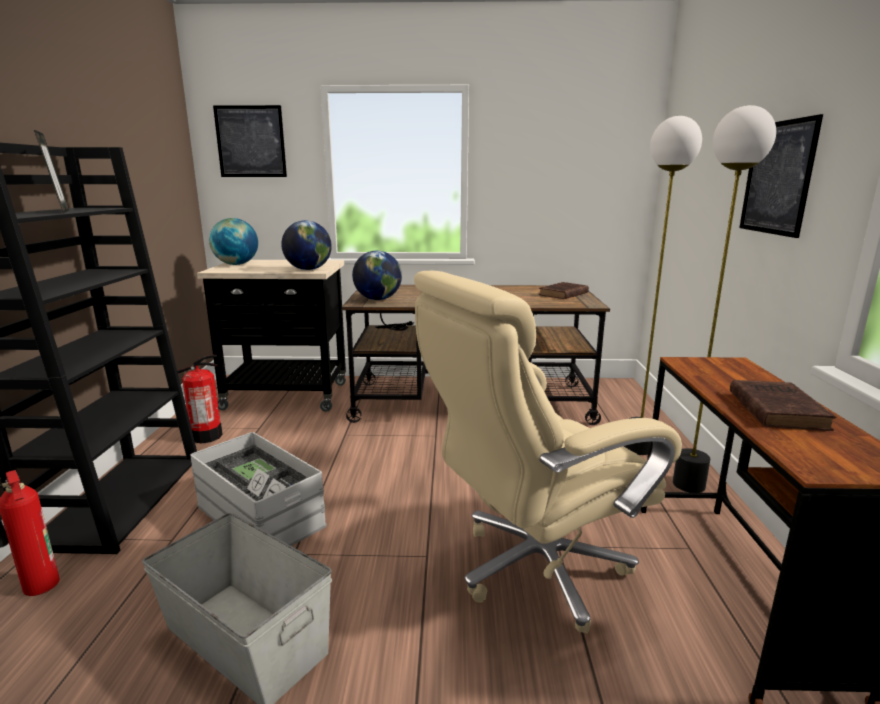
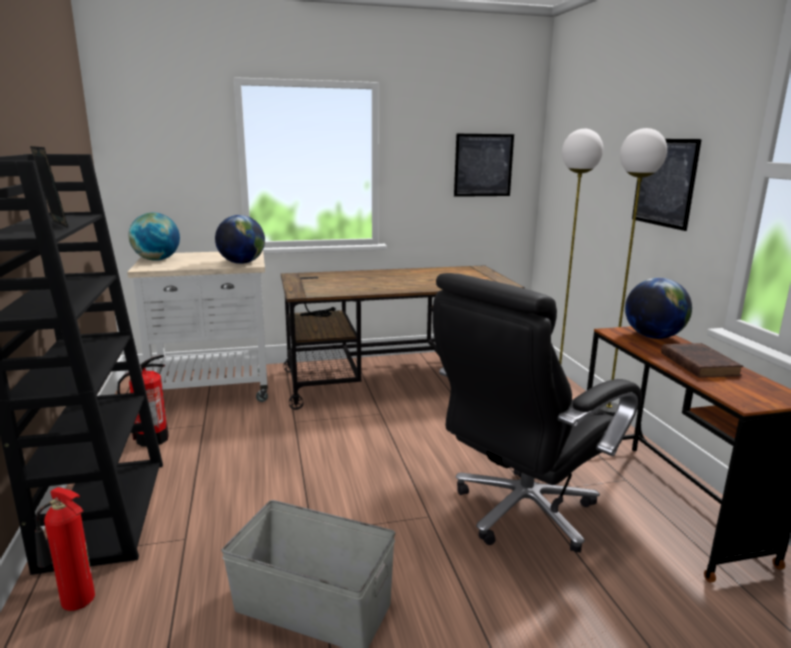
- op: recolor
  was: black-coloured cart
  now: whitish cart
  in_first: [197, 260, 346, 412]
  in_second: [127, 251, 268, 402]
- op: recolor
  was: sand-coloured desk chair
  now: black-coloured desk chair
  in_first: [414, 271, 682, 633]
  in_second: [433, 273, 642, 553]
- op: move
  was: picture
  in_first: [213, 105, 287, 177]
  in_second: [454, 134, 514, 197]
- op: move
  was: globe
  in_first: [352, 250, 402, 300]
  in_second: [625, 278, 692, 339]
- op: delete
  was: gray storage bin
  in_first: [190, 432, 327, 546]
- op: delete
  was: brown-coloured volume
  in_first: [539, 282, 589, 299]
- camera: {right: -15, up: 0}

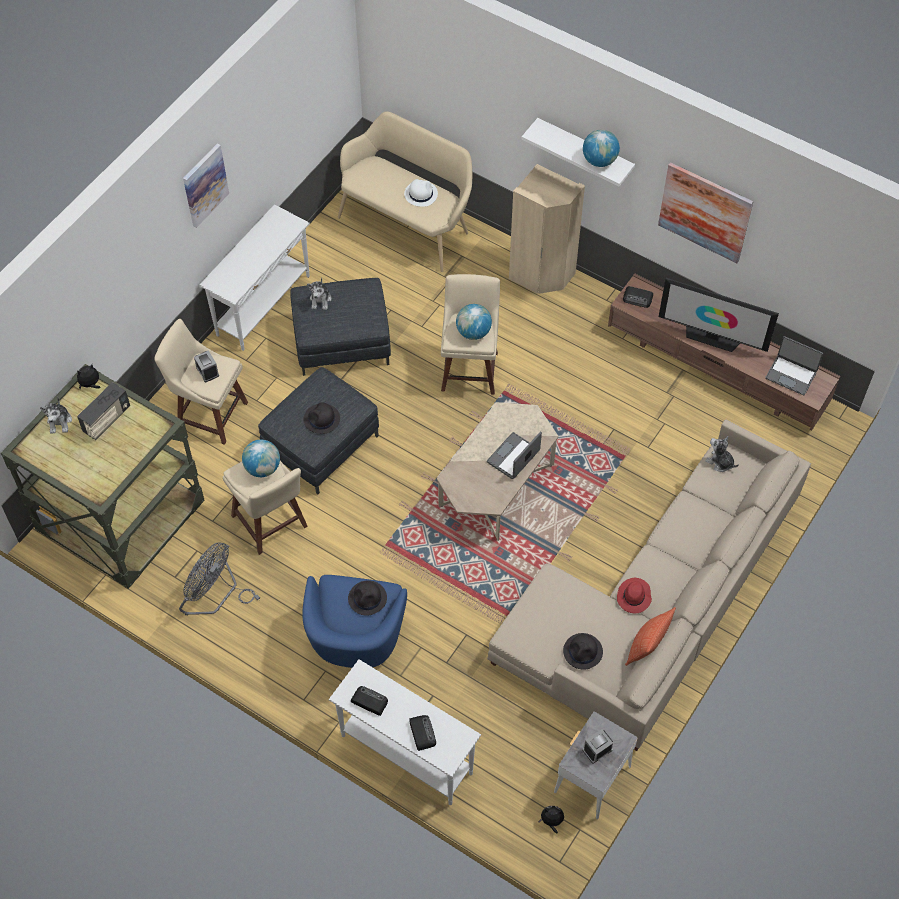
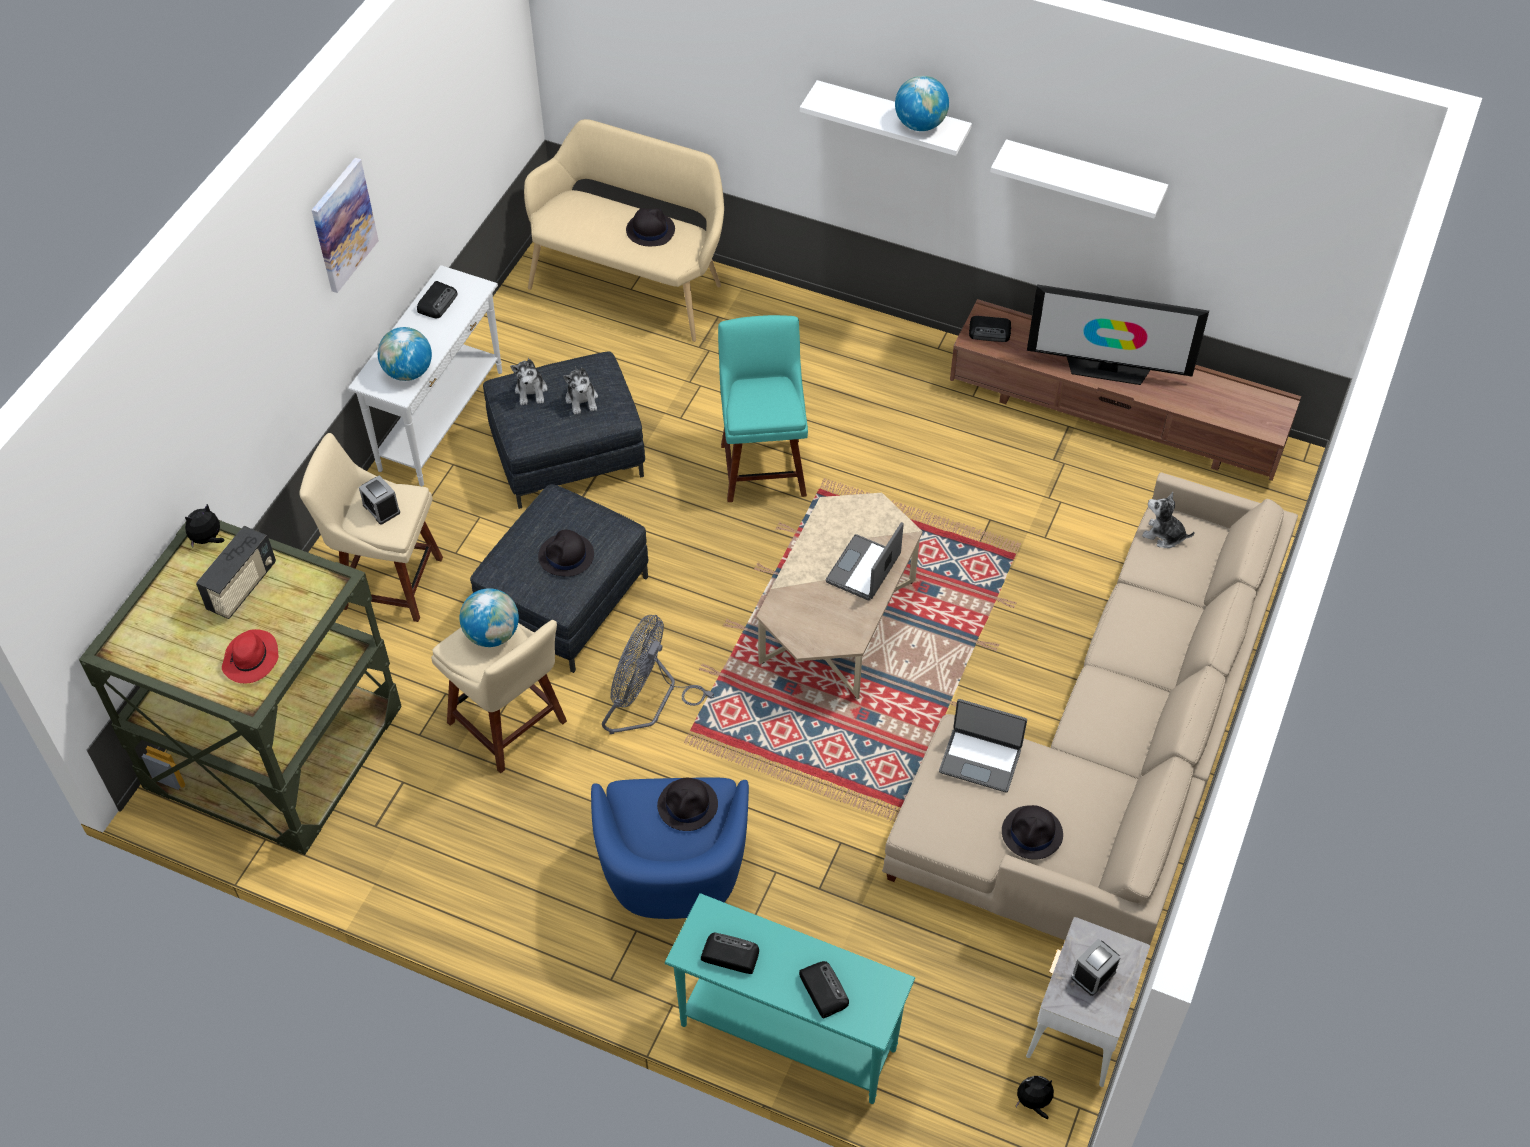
- op: move
  was: reddish wearable hat
  in_first: [617, 578, 652, 613]
  in_second: [222, 629, 278, 684]
- op: move
  was: globe
  in_first: [456, 304, 492, 340]
  in_second: [378, 327, 432, 381]
- op: insert
  now: radio
  in_second: [417, 281, 457, 318]
- op: move
  was: plush toy
  in_first: [40, 397, 72, 433]
  in_second: [563, 367, 598, 415]
- op: move
  was: gray cooling fan
  in_first: [179, 542, 260, 615]
  in_second: [602, 615, 715, 734]
- op: recolor
  was: whitish wearable hat
  now: black-coloured wearable hat
  in_first: [404, 179, 438, 207]
  in_second: [626, 208, 675, 246]
- op: recolor
  was: whitish console table
  now: turquoise console table
  in_first: [329, 659, 481, 805]
  in_second: [665, 893, 915, 1104]
- op: recolor
  was: sand-coloured stool seat
  now: turquoise stool seat
  in_first: [441, 274, 500, 395]
  in_second: [718, 315, 808, 502]
- op: move
  was: notebook computer
  in_first: [765, 336, 823, 395]
  in_second: [939, 699, 1027, 793]
- op: replace
  was: picture
  now: whitish wall shelf
  in_first: [658, 162, 753, 263]
  in_second: [991, 139, 1168, 219]
- op: delete
  was: sand-coloured cupboard
  in_first: [509, 164, 585, 294]
- op: delete
  was: orange-coloured throw pillow
  in_first: [625, 607, 676, 666]
- camera: {right: -10, up: -5}

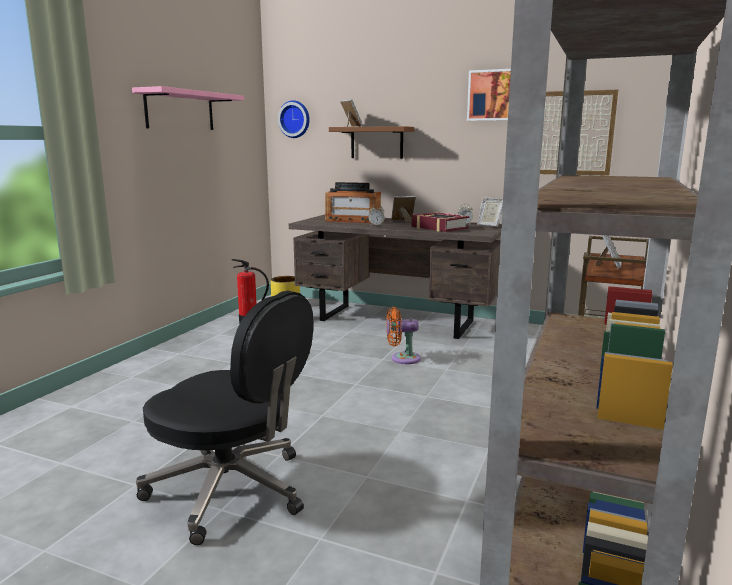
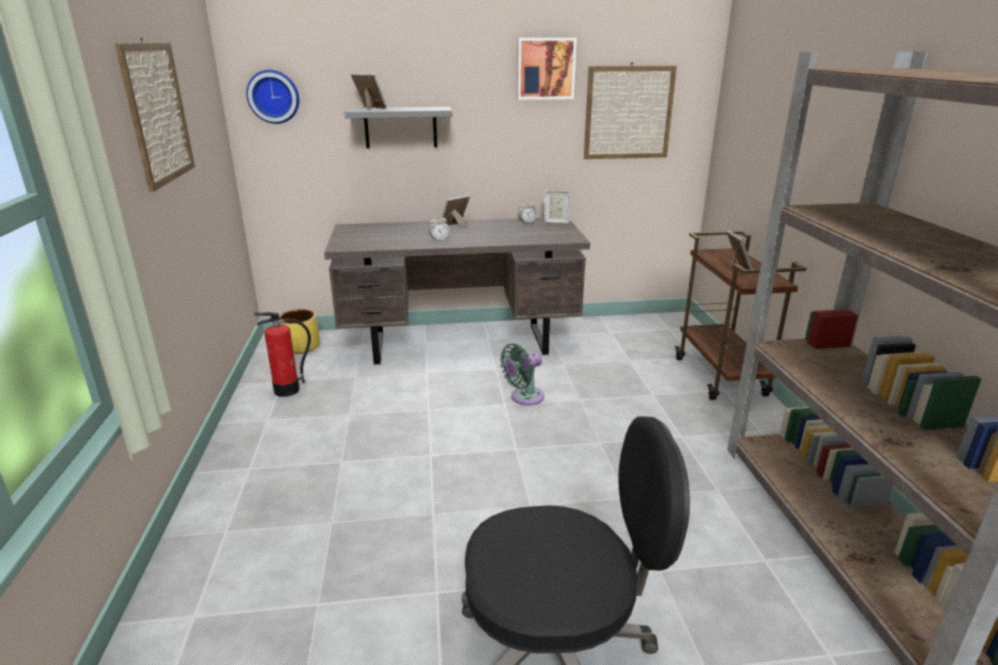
- op: replace
  was: pinkish wall shelf
  now: picture
  in_first: [132, 86, 244, 130]
  in_second: [115, 37, 195, 192]
- op: recolor
  was: brown-coloured wall shelf
  now: gray wall shelf
  in_first: [329, 126, 414, 159]
  in_second: [345, 107, 453, 148]
- op: recolor
  was: orange-coloured cooling fan
  now: greenish cooling fan
  in_first: [386, 307, 421, 364]
  in_second: [500, 344, 544, 405]
- op: delete
  was: radio
  in_first: [325, 182, 381, 223]
- op: delete
  was: volume
  in_first: [412, 212, 469, 232]
- camera: {right: -30, up: 10}

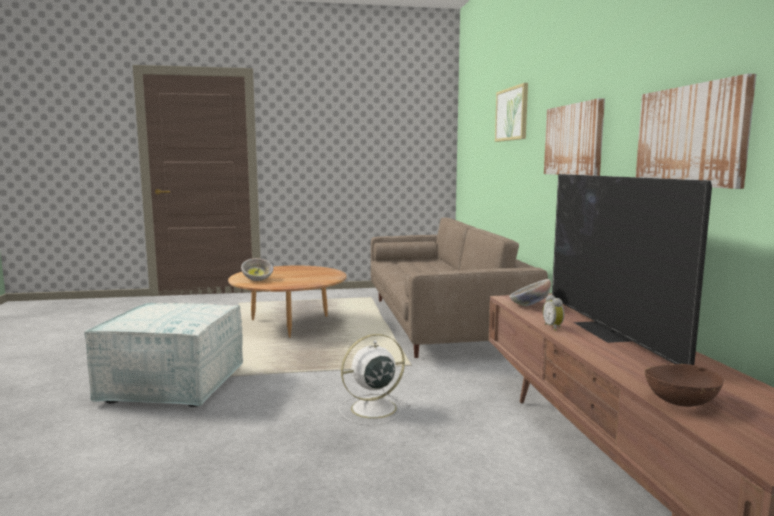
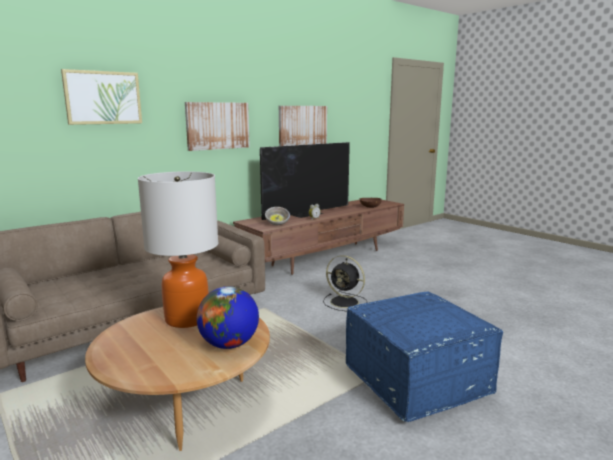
- op: insert
  now: table lamp
  in_second: [138, 171, 218, 328]
- op: replace
  was: bowl
  now: globe
  in_first: [241, 258, 273, 281]
  in_second: [197, 286, 259, 349]
- op: recolor
  was: whitish cooling fan
  now: black-coloured cooling fan
  in_first: [339, 334, 411, 426]
  in_second: [323, 255, 367, 311]
- op: recolor
  was: whitish footrest
  now: blue-coloured footrest
  in_first: [84, 303, 243, 407]
  in_second: [346, 291, 503, 422]
- camera: {right: -120, up: 5}

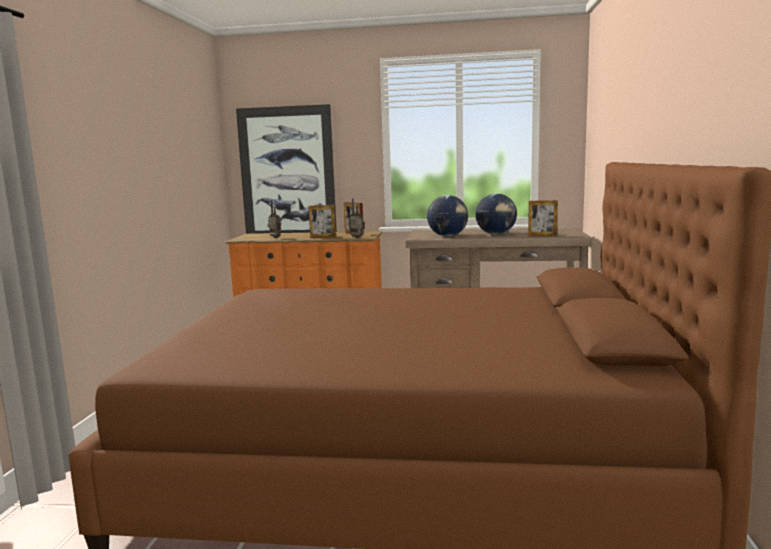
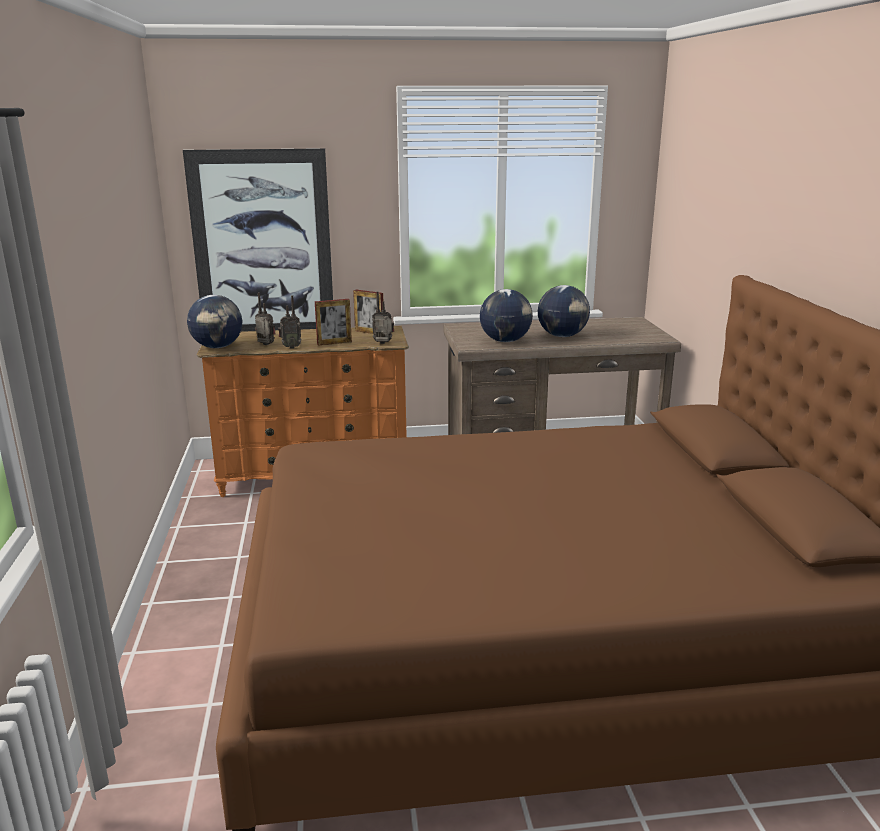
- op: insert
  now: globe
  in_second: [187, 295, 242, 348]
- op: insert
  now: radio
  in_second: [278, 295, 301, 349]
- op: delete
  was: standing frame
  in_first: [528, 200, 558, 236]
- camera: {right: -15, up: 10}

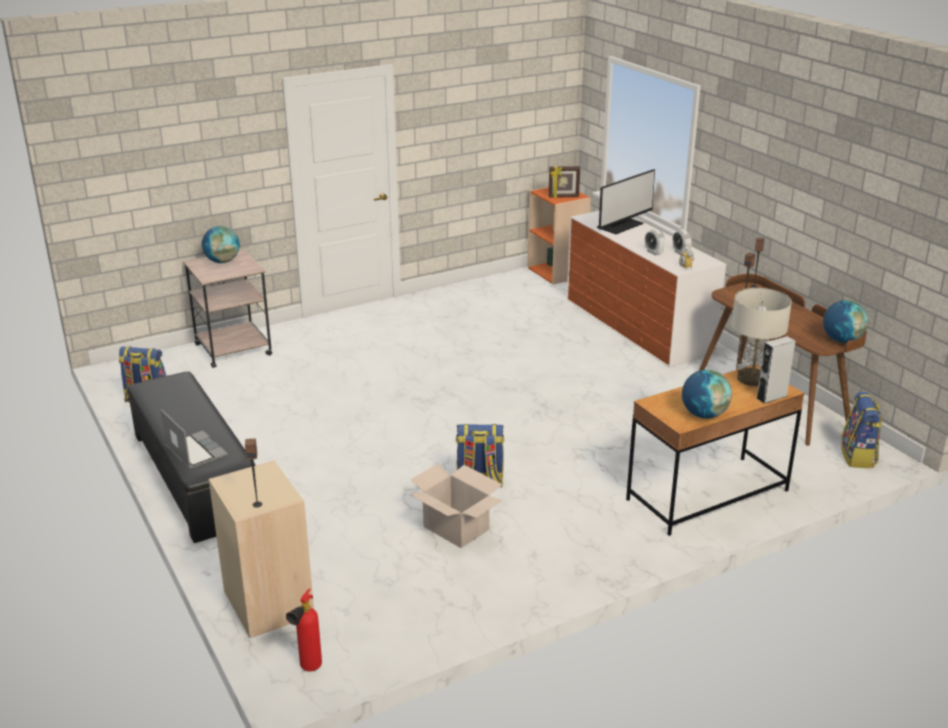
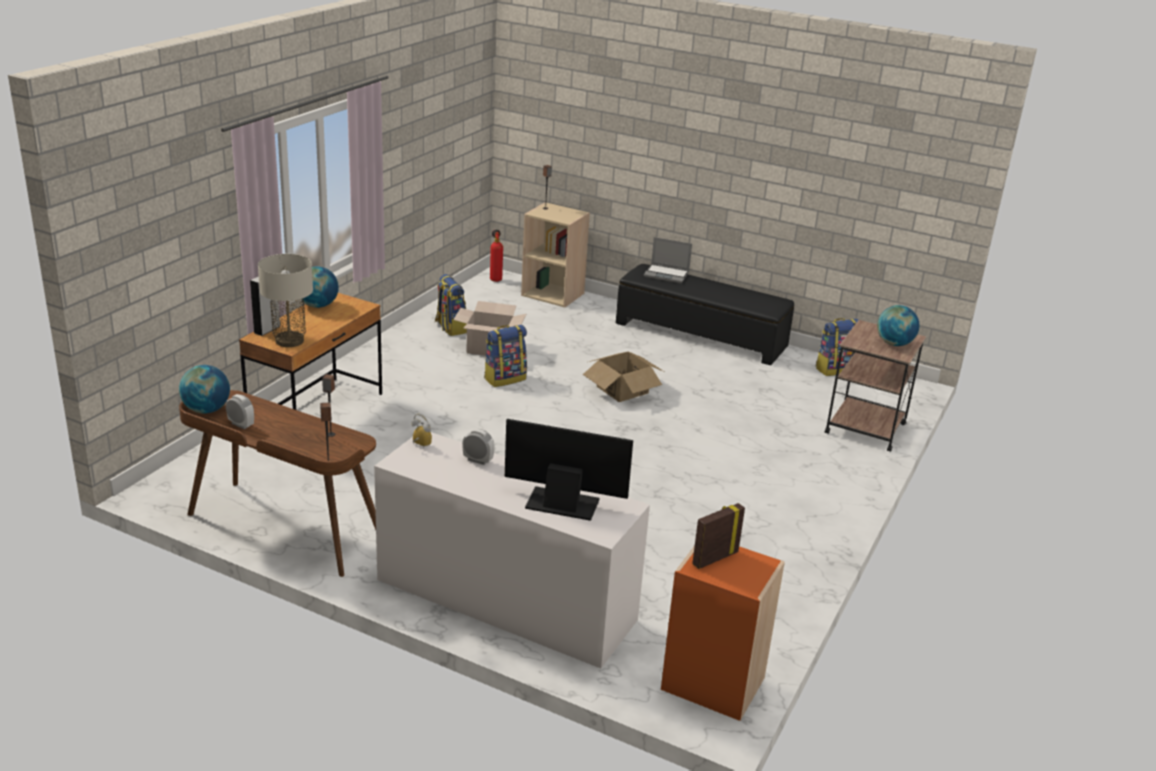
- op: move
  was: bedside clock
  in_first: [673, 229, 692, 255]
  in_second: [226, 394, 254, 429]
- op: move
  was: backpack
  in_first: [841, 392, 882, 468]
  in_second: [435, 274, 467, 336]
- op: rotate
  was: computer screen
  in_first: [597, 169, 655, 234]
  in_second: [505, 419, 633, 521]
  clockwise: 90
- op: insert
  now: cardboard box
  in_second: [583, 352, 664, 402]
- camera: {right: 145, up: 0}

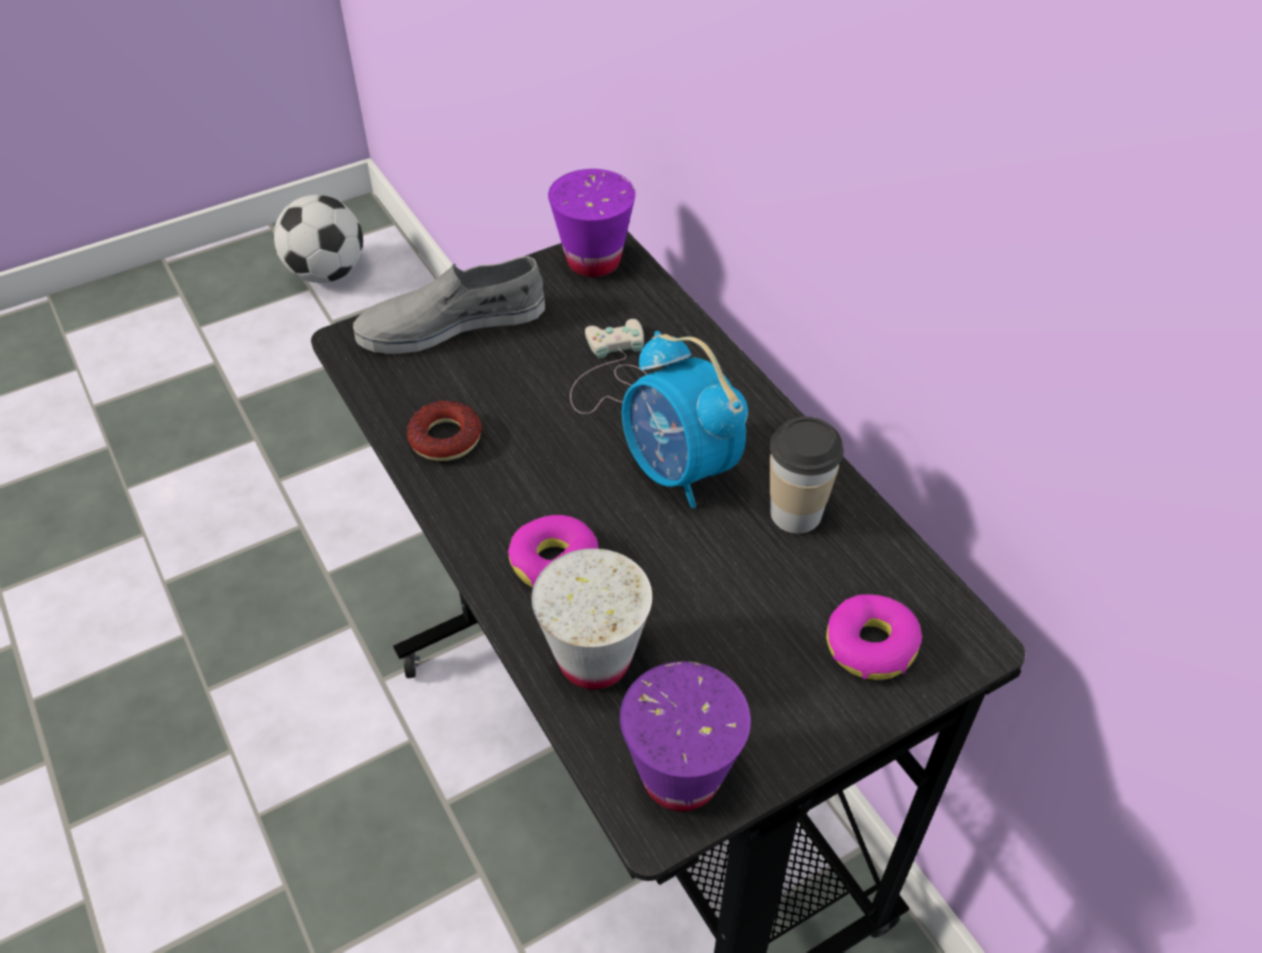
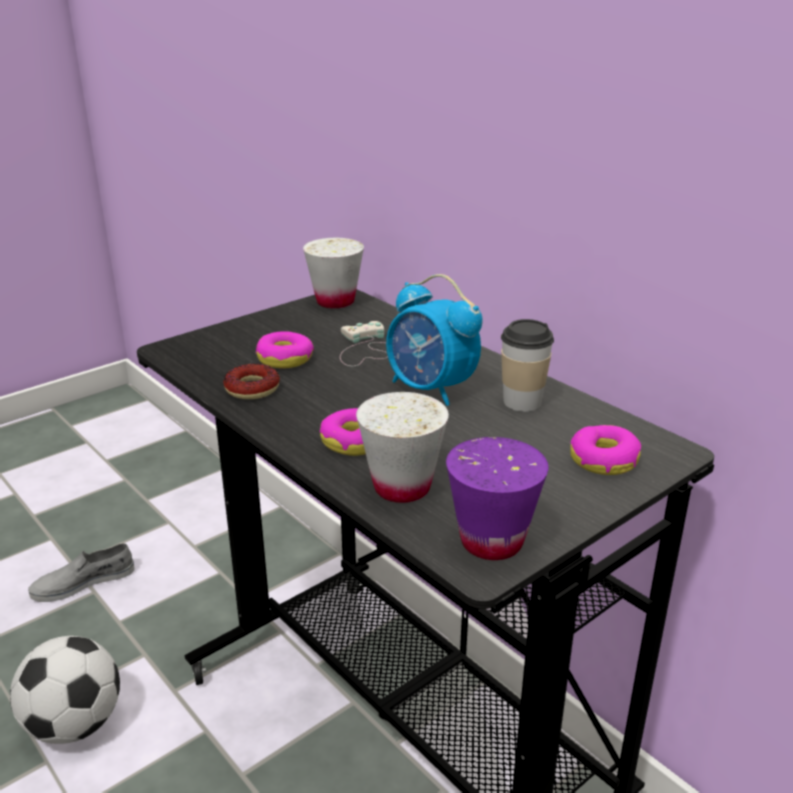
- op: move
  was: football
  in_first: [274, 195, 363, 283]
  in_second: [10, 636, 120, 744]
- op: move
  was: gray shoe
  in_first: [353, 256, 545, 354]
  in_second: [28, 543, 135, 602]
- op: insert
  now: doughnut
  in_second: [256, 331, 314, 368]
- op: recolor
  was: purple-coloured small cup
  now: whitish small cup
  in_first: [548, 169, 636, 277]
  in_second: [303, 238, 364, 308]
- camera: {right: -10, up: -20}

